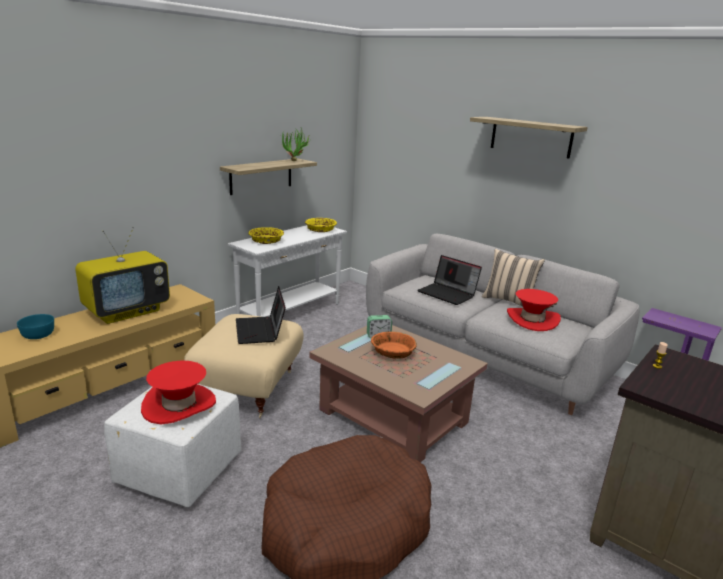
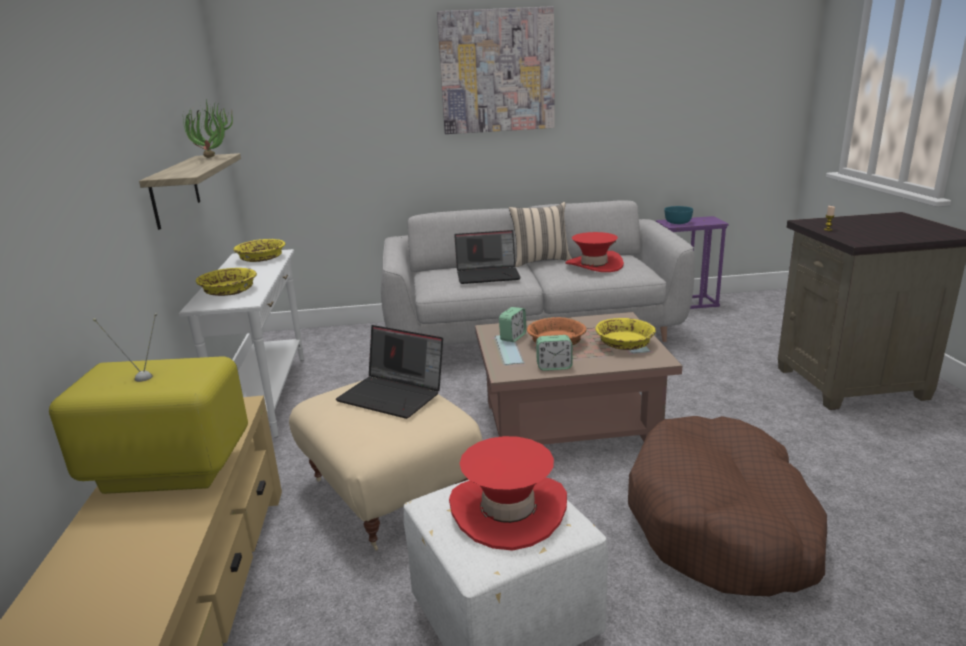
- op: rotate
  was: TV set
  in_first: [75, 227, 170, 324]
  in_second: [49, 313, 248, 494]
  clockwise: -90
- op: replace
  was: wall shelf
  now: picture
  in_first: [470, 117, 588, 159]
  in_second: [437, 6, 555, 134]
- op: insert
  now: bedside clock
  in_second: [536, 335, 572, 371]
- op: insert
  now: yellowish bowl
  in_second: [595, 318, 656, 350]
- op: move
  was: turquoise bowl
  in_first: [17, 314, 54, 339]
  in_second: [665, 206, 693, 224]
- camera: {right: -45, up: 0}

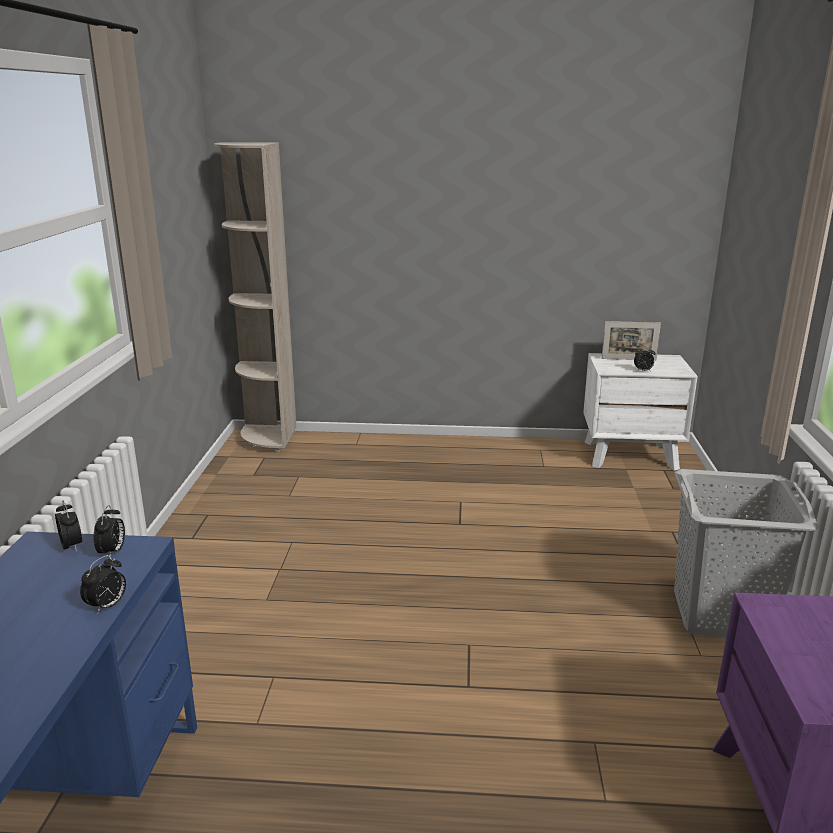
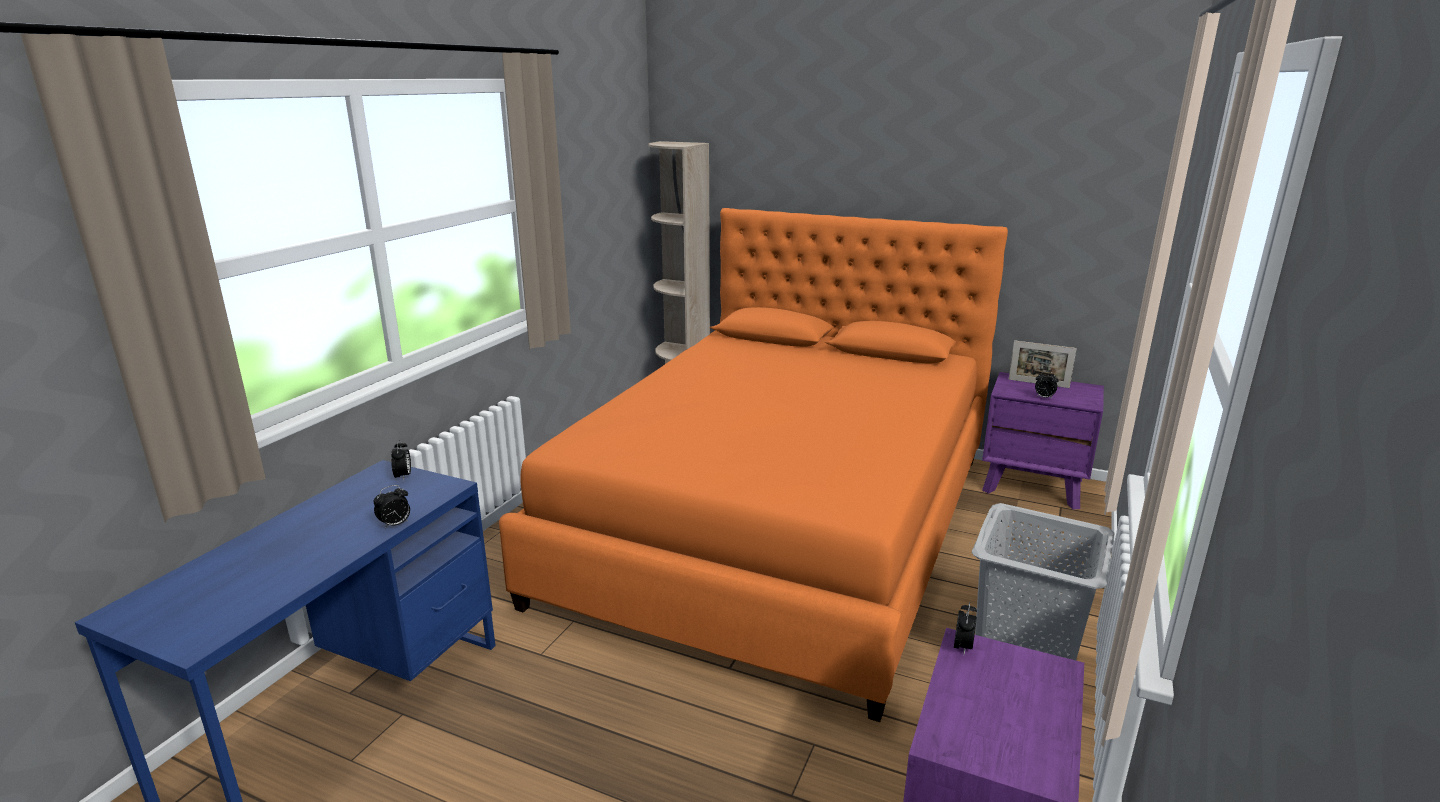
- op: insert
  now: orange-coloured bed
  in_second: [499, 208, 1008, 722]
- op: move
  was: bedside clock
  in_first: [94, 505, 125, 557]
  in_second: [954, 602, 977, 654]
- op: recolor
  was: whitish nightstand
  now: purple-coloured nightstand
  in_first: [583, 353, 698, 471]
  in_second: [982, 372, 1104, 510]
- camera: {right: 20, up: 0}

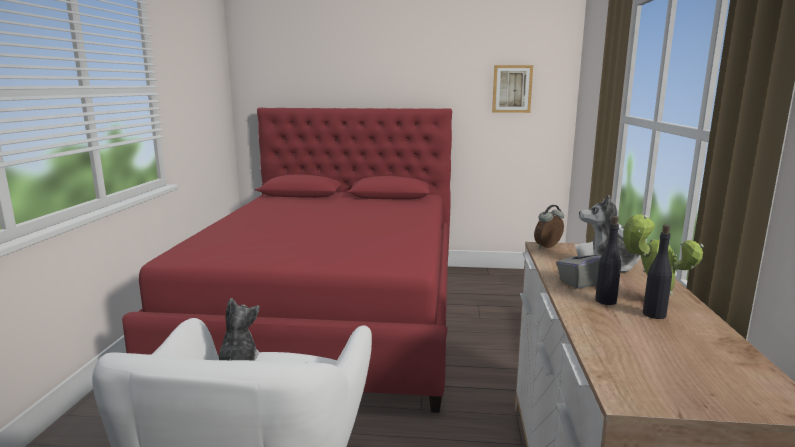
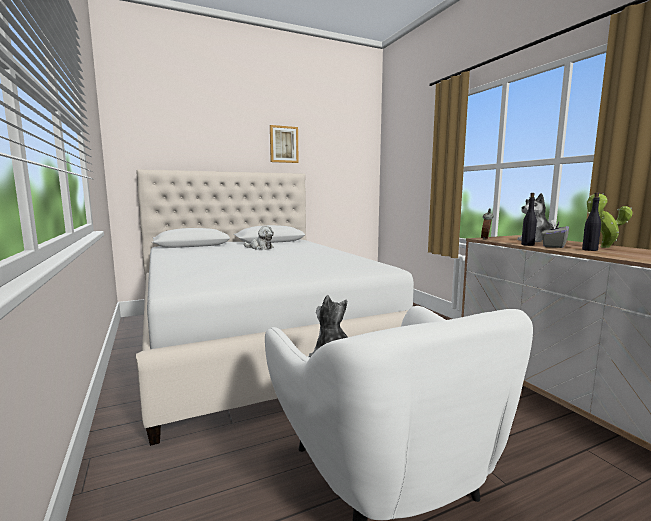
- op: recolor
  was: reddish bed
  now: whitish bed
  in_first: [122, 108, 452, 413]
  in_second: [136, 169, 414, 446]
- op: insert
  now: plush toy
  in_second: [244, 226, 274, 250]
- op: move
  was: picture
  in_first: [492, 65, 533, 113]
  in_second: [270, 125, 299, 163]
- op: move
  was: black-coloured bottle
  in_first: [643, 225, 672, 319]
  in_second: [521, 193, 537, 246]
- camera: {right: -30, up: -5}

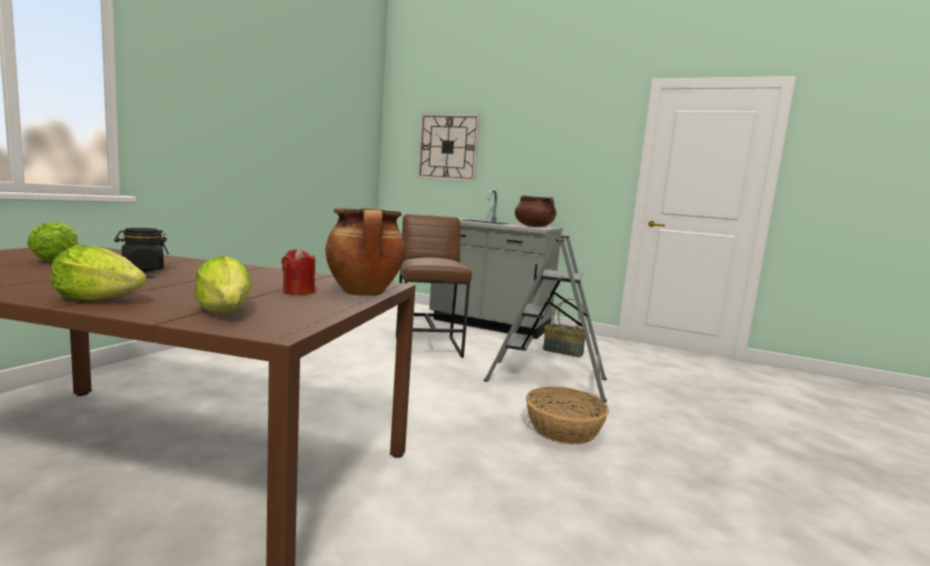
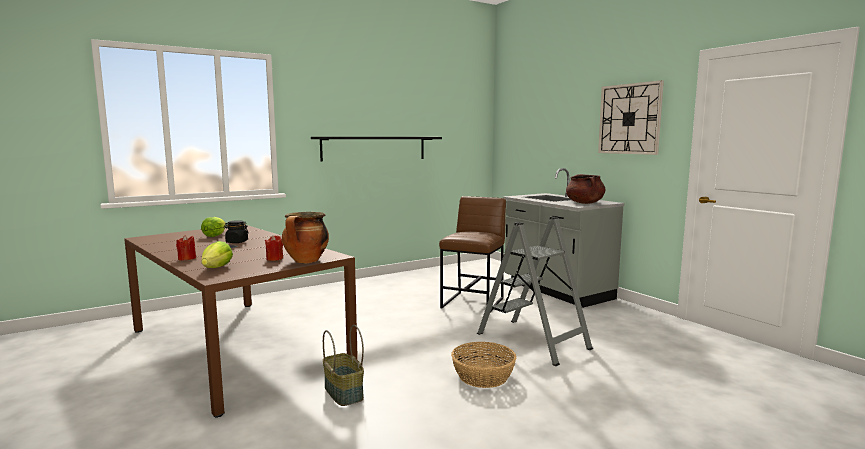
- op: replace
  was: lettuce
  now: reddish wax light
  in_first: [51, 245, 147, 301]
  in_second: [176, 235, 196, 261]
- op: insert
  now: black-coloured wall shelf
  in_second: [311, 137, 442, 162]
- op: move
  was: basket
  in_first: [543, 298, 585, 357]
  in_second: [323, 325, 364, 406]
- op: move
  was: wall clock
  in_first: [417, 113, 480, 182]
  in_second: [598, 80, 664, 155]
- camera: {right: 35, up: 0}

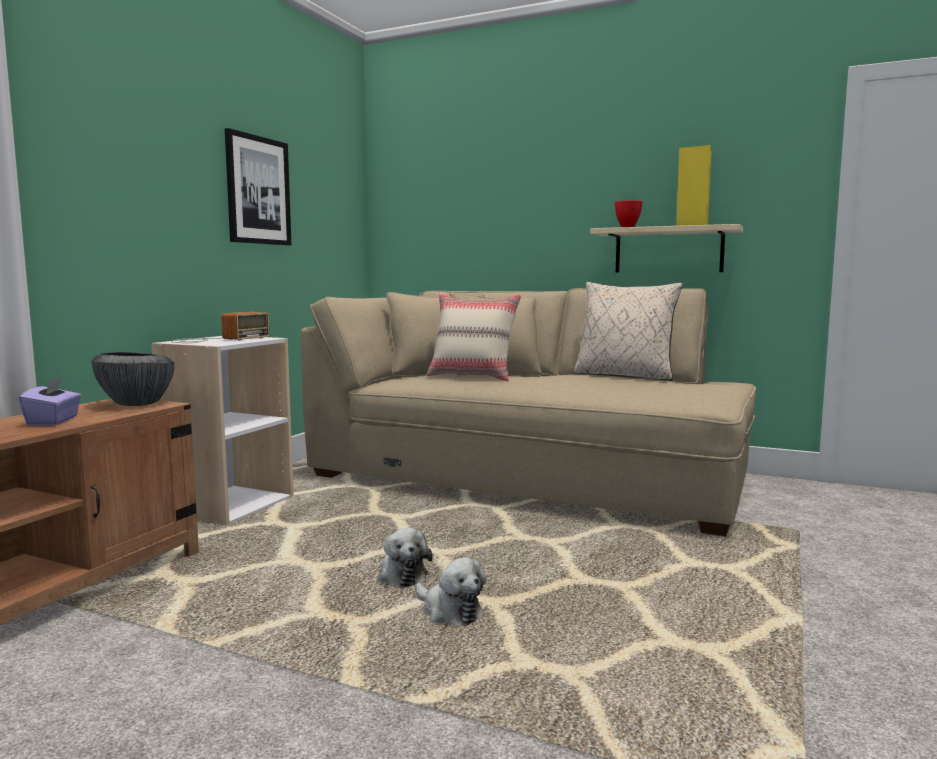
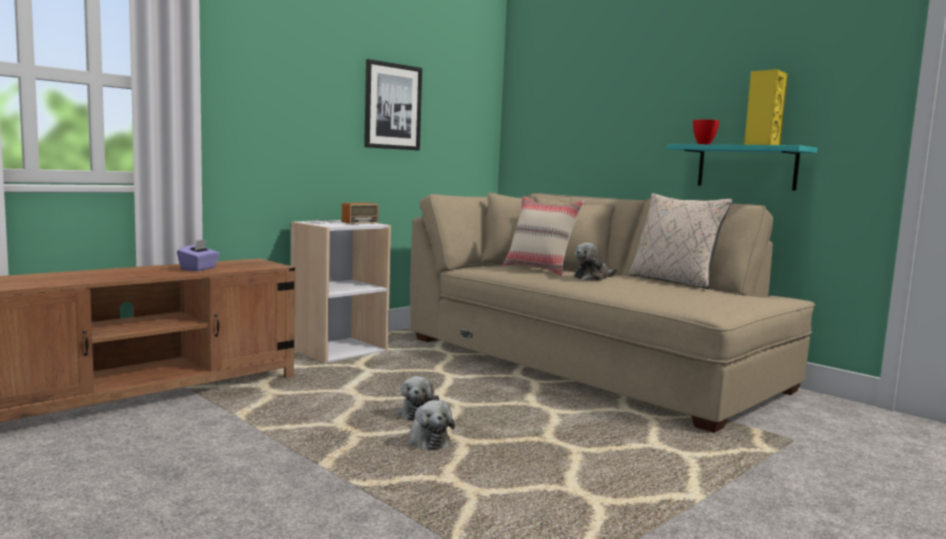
- op: insert
  now: plush toy
  in_second: [574, 243, 616, 280]
- op: recolor
  was: sand-coloured wall shelf
  now: turquoise wall shelf
  in_first: [590, 224, 743, 272]
  in_second: [667, 144, 817, 191]
- op: delete
  was: bowl
  in_first: [91, 352, 174, 406]
- camera: {right: 20, up: 0}

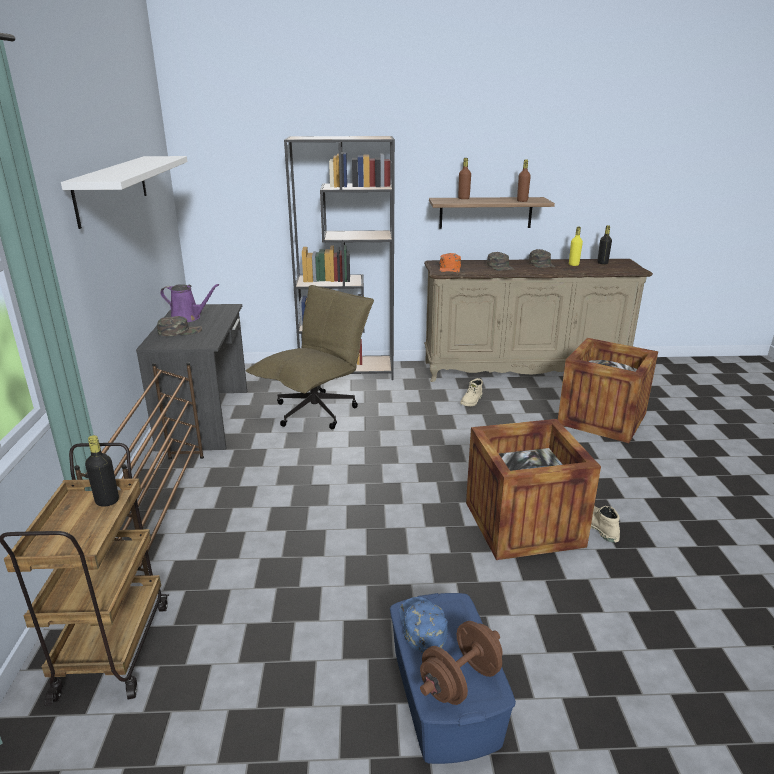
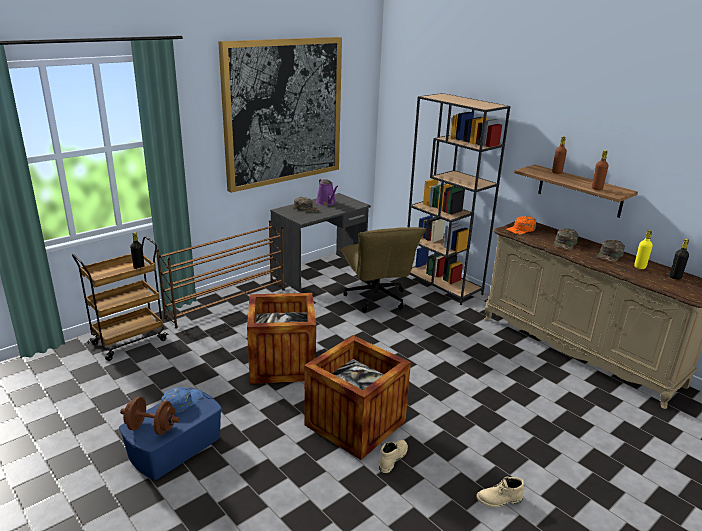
- op: replace
  was: whitish wall shelf
  now: picture
  in_first: [61, 156, 187, 229]
  in_second: [218, 37, 342, 193]
- op: move
  was: shipping crate
  in_first: [558, 338, 658, 443]
  in_second: [247, 293, 316, 384]
- op: rotate
  was: sand-coloured desk chair
  in_first: [246, 285, 374, 429]
  in_second: [338, 227, 427, 312]
  clockwise: 75
- op: move
  was: sand-coloured tall boot
  in_first: [460, 378, 483, 406]
  in_second: [476, 477, 524, 507]
- camera: {right: 50, up: 0}

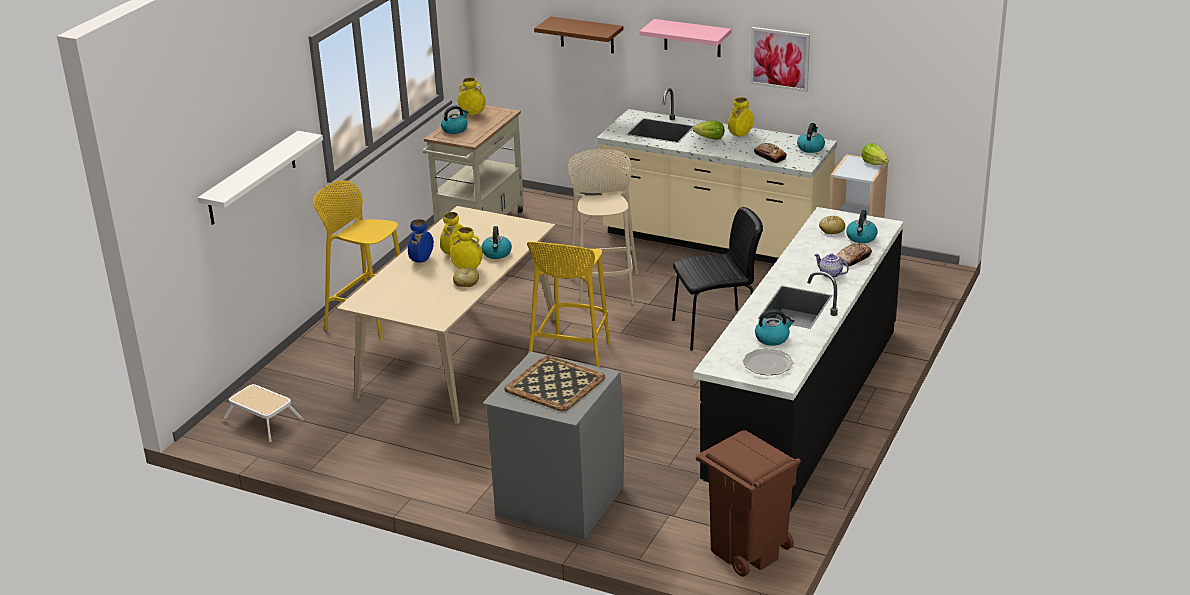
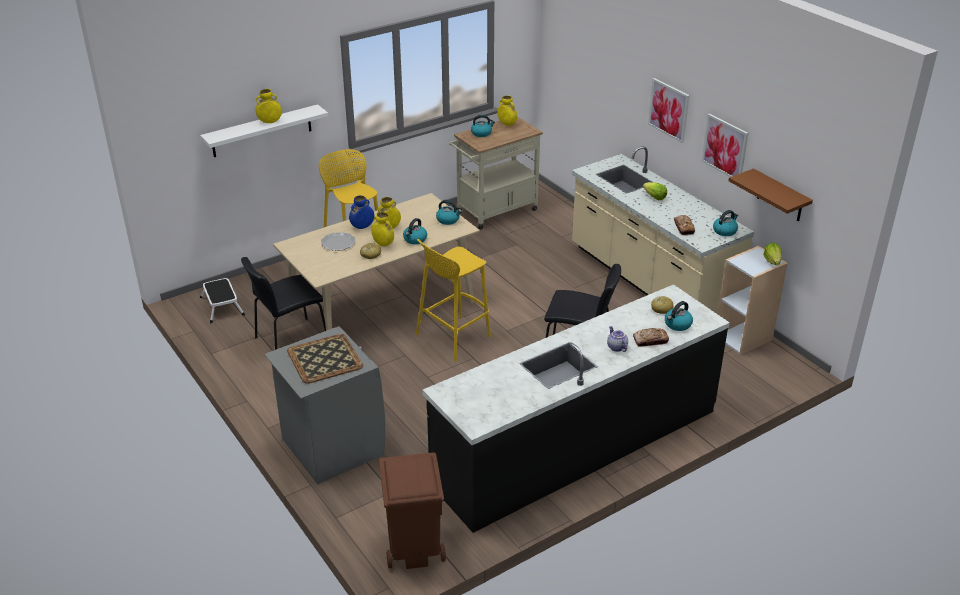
- op: recolor
  was: sand-coloured stepladder
  now: black-coloured stepladder
  in_first: [223, 384, 304, 442]
  in_second: [200, 278, 245, 324]
- op: insert
  now: black-coloured upright chair
  in_second: [241, 257, 326, 350]
- op: move
  was: yellowish decorative vase
  in_first: [728, 97, 754, 136]
  in_second: [256, 89, 282, 123]
- op: move
  was: plate
  in_first: [742, 348, 794, 376]
  in_second: [321, 232, 355, 251]
- op: move
  was: kettle
  in_first: [755, 309, 795, 346]
  in_second: [436, 200, 462, 225]
- op: replace
  was: pinkish wall shelf
  now: picture
  in_first: [639, 19, 732, 57]
  in_second: [648, 78, 690, 143]
- op: move
  was: brown-coloured wall shelf
  in_first: [534, 16, 623, 53]
  in_second: [728, 168, 813, 221]
- op: delete
  was: sand-coloured stool seat
  in_first: [568, 149, 638, 304]
- camera: {right: 30, up: 5}

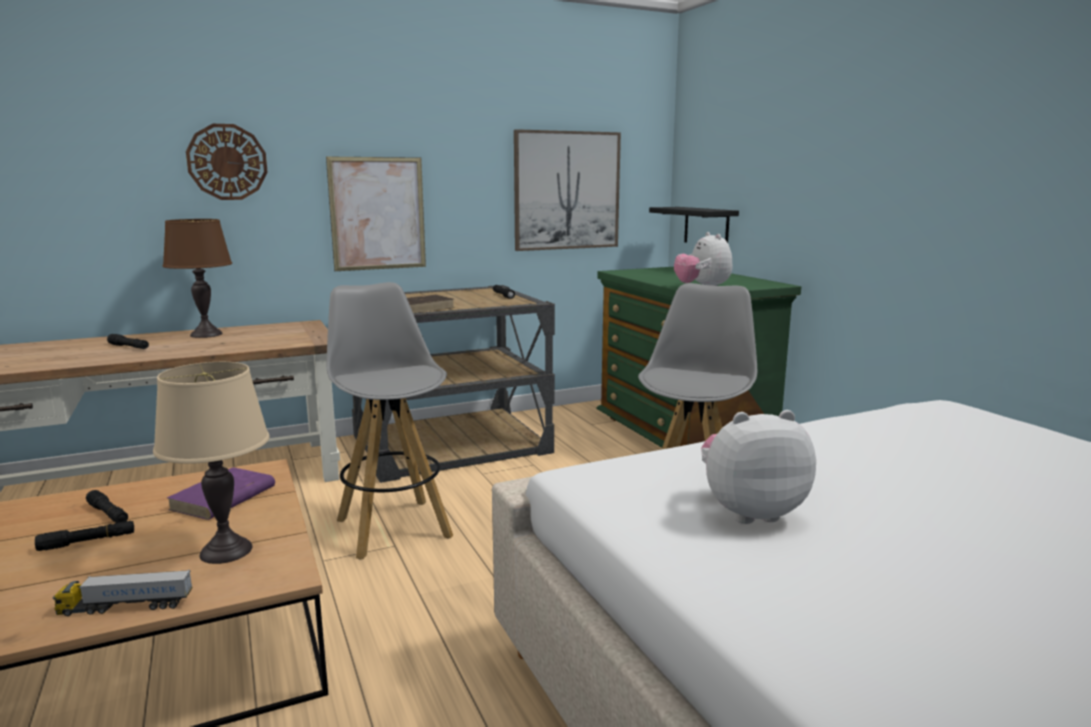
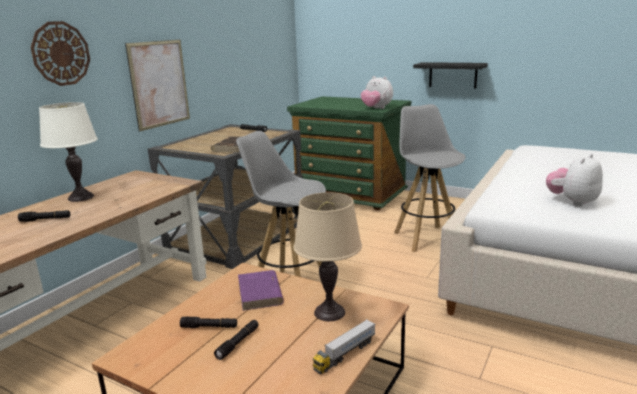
- op: recolor
  was: brown-coloured table lamp
  now: whitish table lamp
  in_first: [162, 219, 232, 338]
  in_second: [39, 102, 98, 202]
- op: move
  was: black-coloured wall shelf
  in_first: [649, 207, 739, 243]
  in_second: [413, 62, 488, 89]
- op: delete
  was: picture
  in_first: [514, 129, 621, 251]
- camera: {right: -35, up: 5}

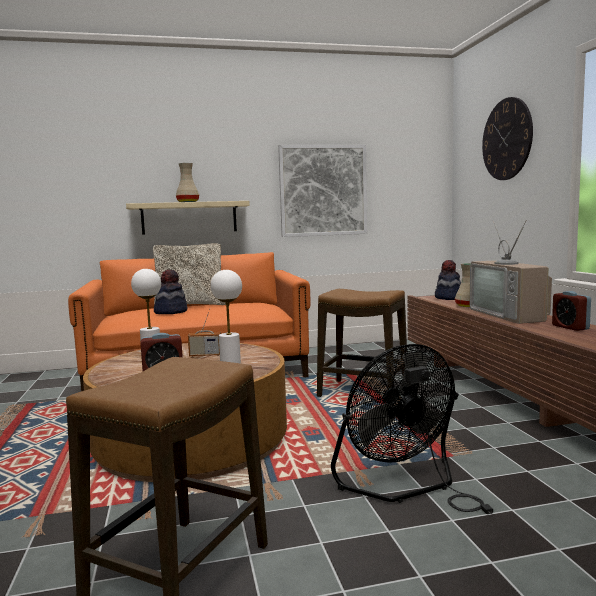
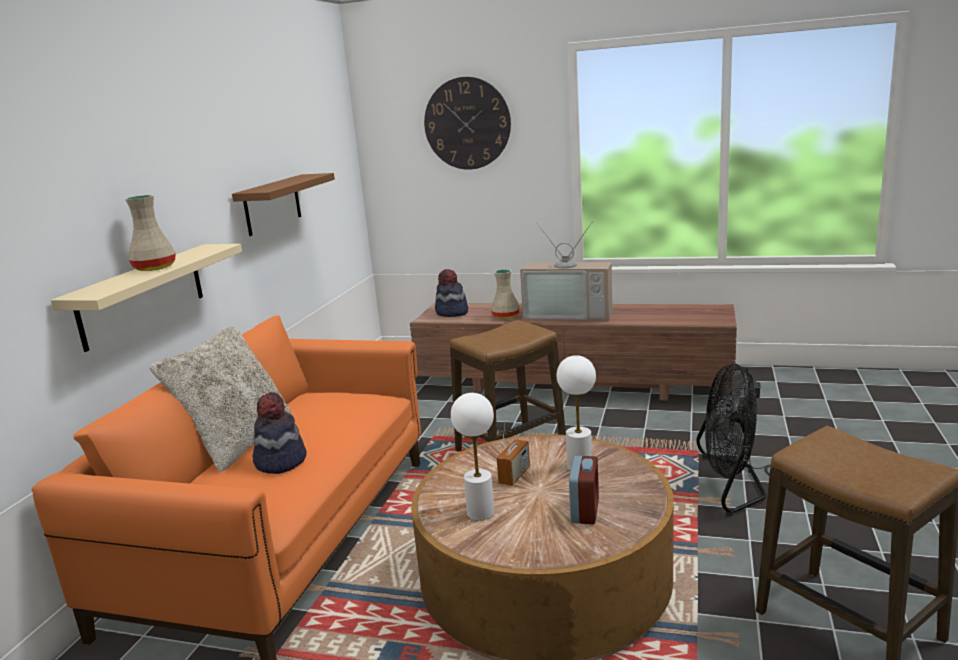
- op: replace
  was: picture
  now: brown-coloured wall shelf
  in_first: [278, 145, 367, 237]
  in_second: [232, 173, 335, 236]
- op: delete
  was: bedside clock
  in_first: [552, 291, 591, 331]
- camera: {right: -60, up: 10}

